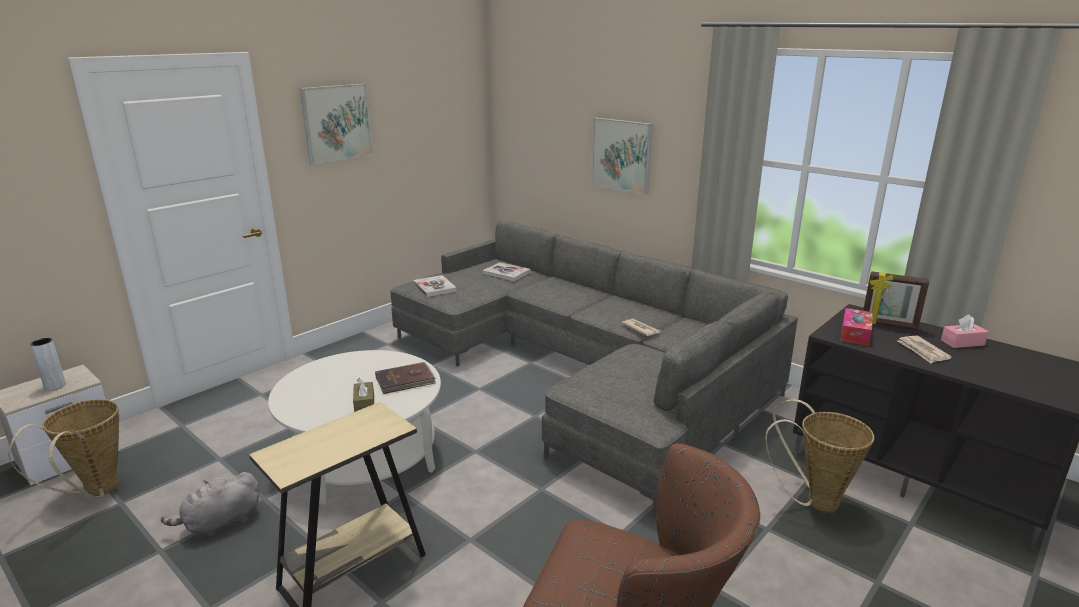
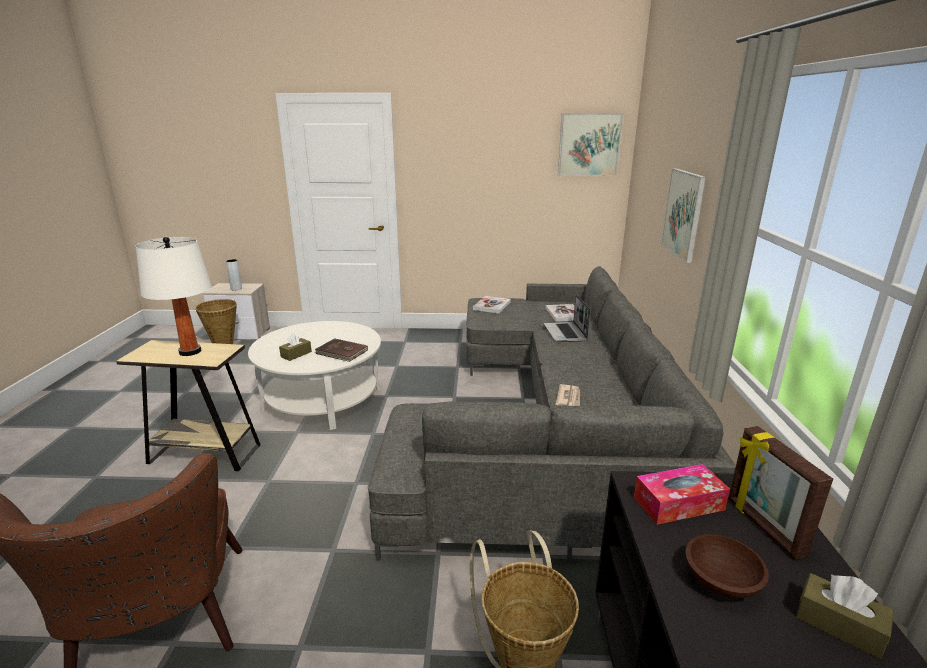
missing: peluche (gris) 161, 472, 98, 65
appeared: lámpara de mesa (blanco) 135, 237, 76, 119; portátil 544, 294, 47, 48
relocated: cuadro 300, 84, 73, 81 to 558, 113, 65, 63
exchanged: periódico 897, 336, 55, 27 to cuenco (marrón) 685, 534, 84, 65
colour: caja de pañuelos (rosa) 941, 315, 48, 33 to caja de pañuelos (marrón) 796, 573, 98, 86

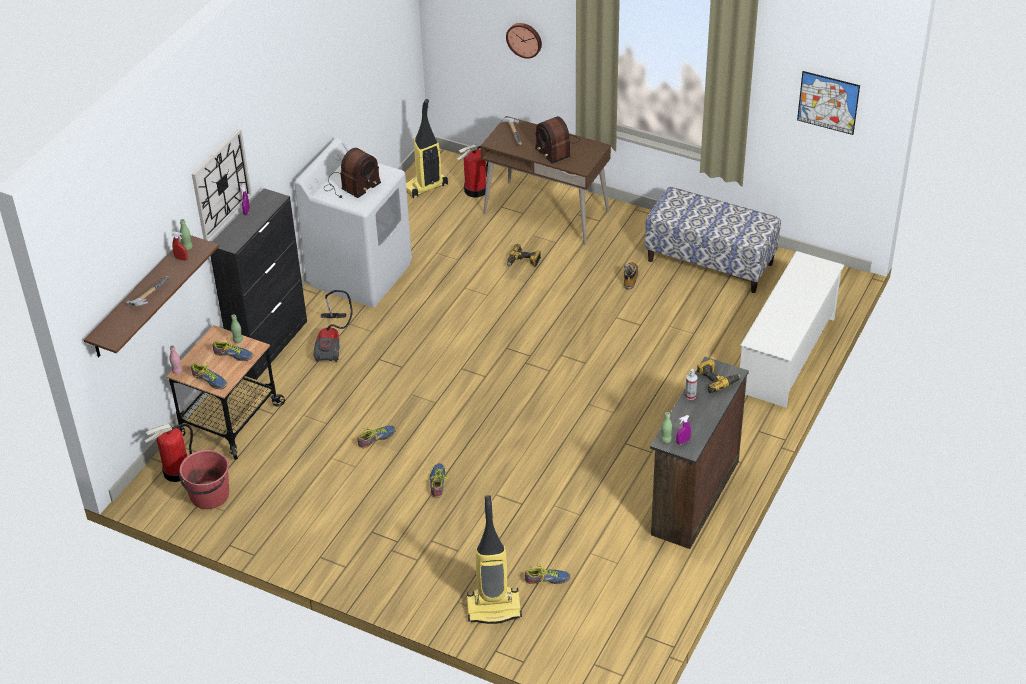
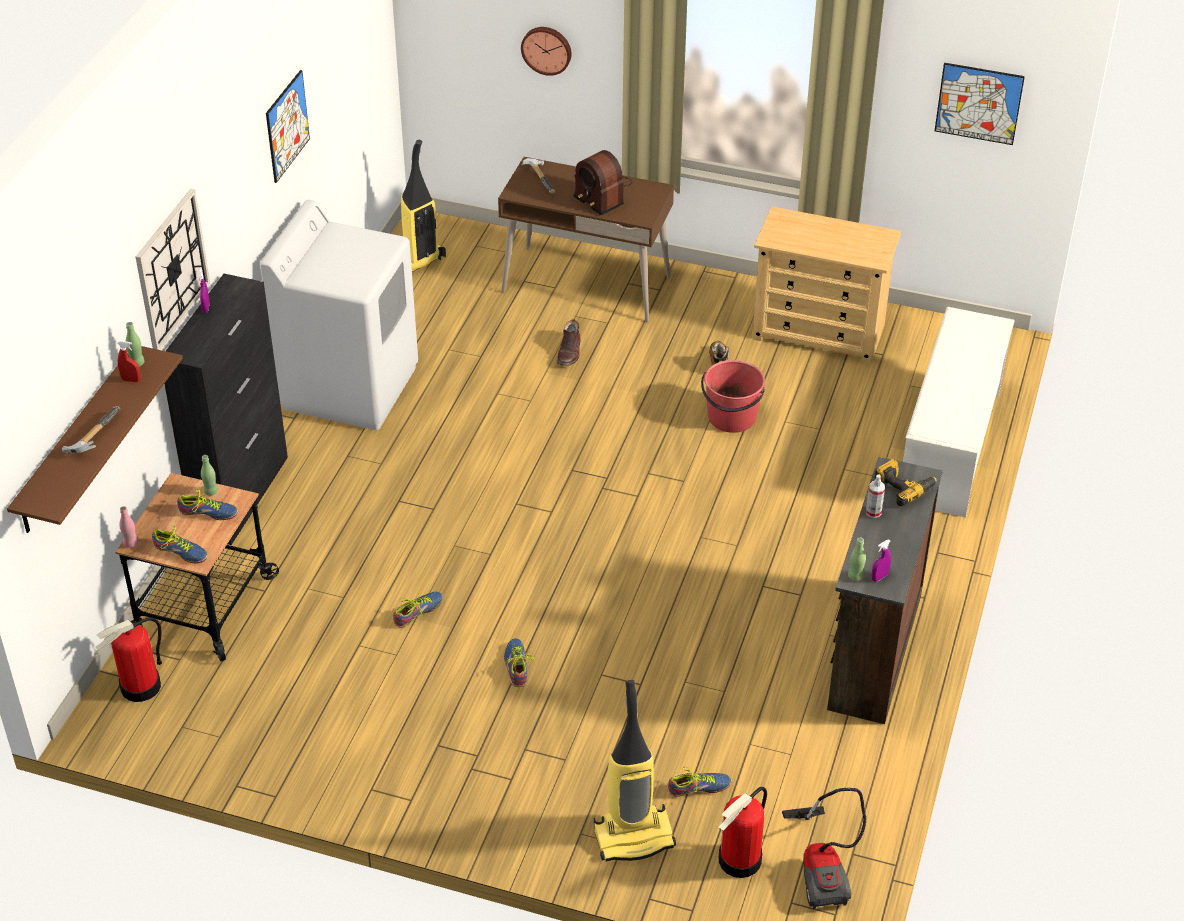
missing: radio 324, 148, 57, 50
appeared: cuadro 266, 70, 44, 113
relocated: cubo (rojo) 179, 450, 50, 59 to 701, 360, 64, 73; aspiradora 313, 290, 40, 72 to 782, 788, 84, 121; extintor 457, 144, 31, 53 to 719, 787, 48, 91
exchanged: taladro 507, 244, 34, 23 to bota (marrón) 557, 319, 24, 47; banco 645, 187, 136, 106 to cómoda (beis) 752, 206, 149, 158

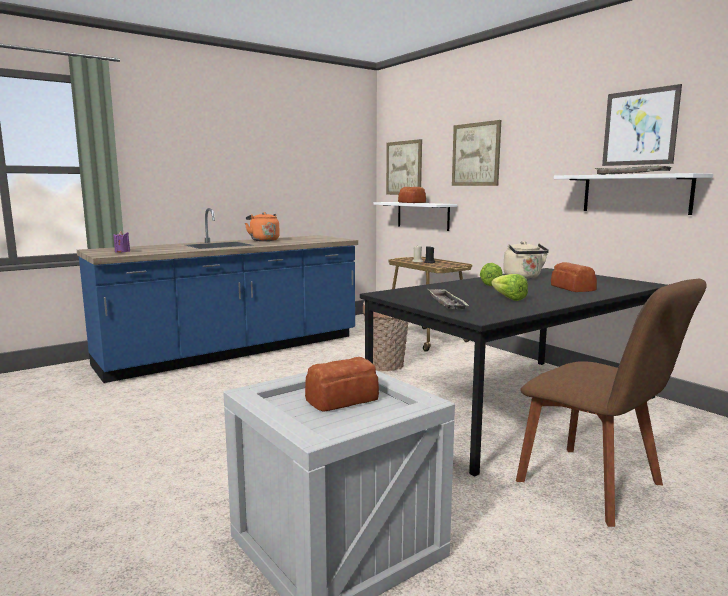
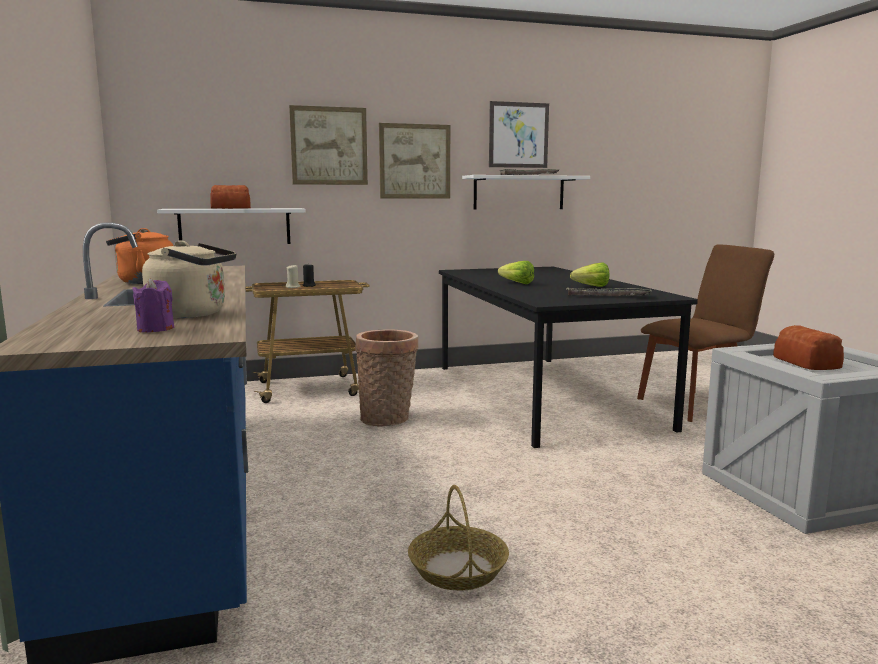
missing: pan 551, 262, 46, 30
appeared: cesta 408, 485, 101, 106
relocated: cuadro 386, 139, 36, 56 to 379, 123, 71, 76; hervidor (beis) 503, 241, 46, 38 to 142, 240, 94, 78

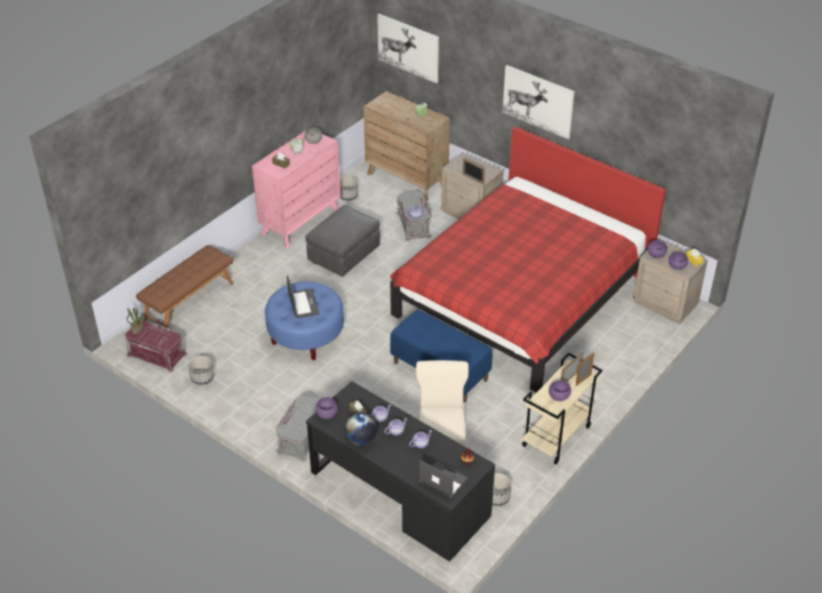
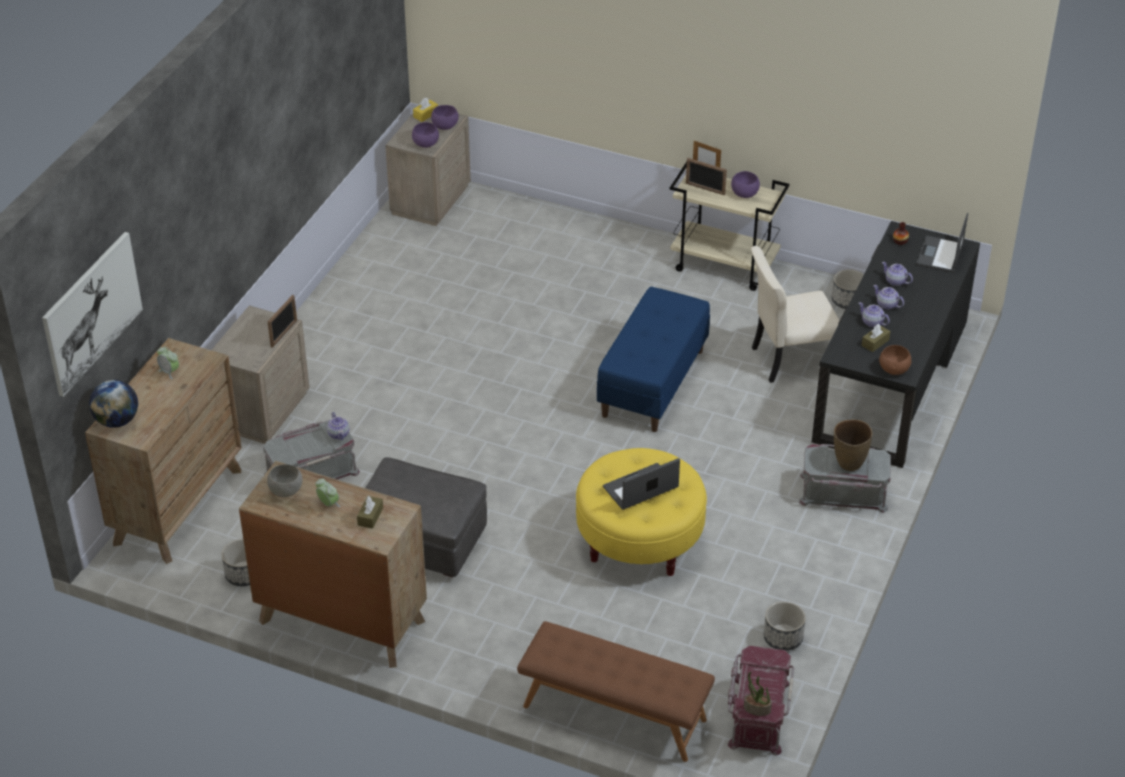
missing: cama (rojo) 390, 126, 276, 266; cuadro 503, 65, 72, 74
appeared: florero (marrón) 834, 419, 38, 52
relocated: globo terráqueo 344, 413, 33, 33 to 89, 380, 49, 48
colour: cómoda (rosa) 252, 130, 89, 119 to cómoda (marrón) 239, 461, 188, 207; puf (azul) 265, 282, 79, 78 to puf (amarillo) 576, 448, 131, 128; cuenco (morado) 316, 397, 22, 22 to cuenco (marrón) 879, 345, 32, 30

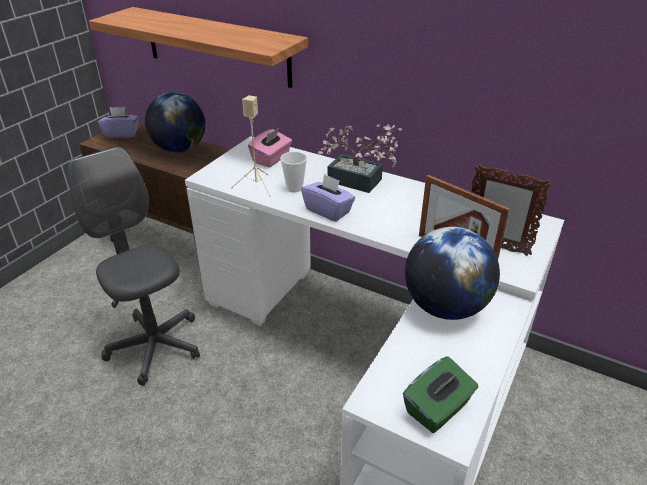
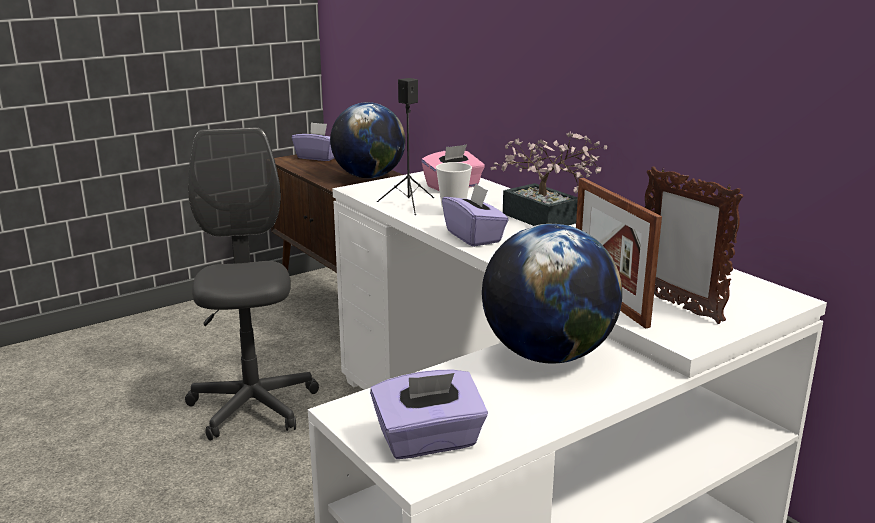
missing: estante 89, 7, 219, 81
colour: altavoz (beis) 231, 95, 40, 102 to altavoz (negro) 377, 78, 57, 137; caja de pañuelos (verde) 403, 356, 75, 77 to caja de pañuelos (morado) 370, 369, 118, 90

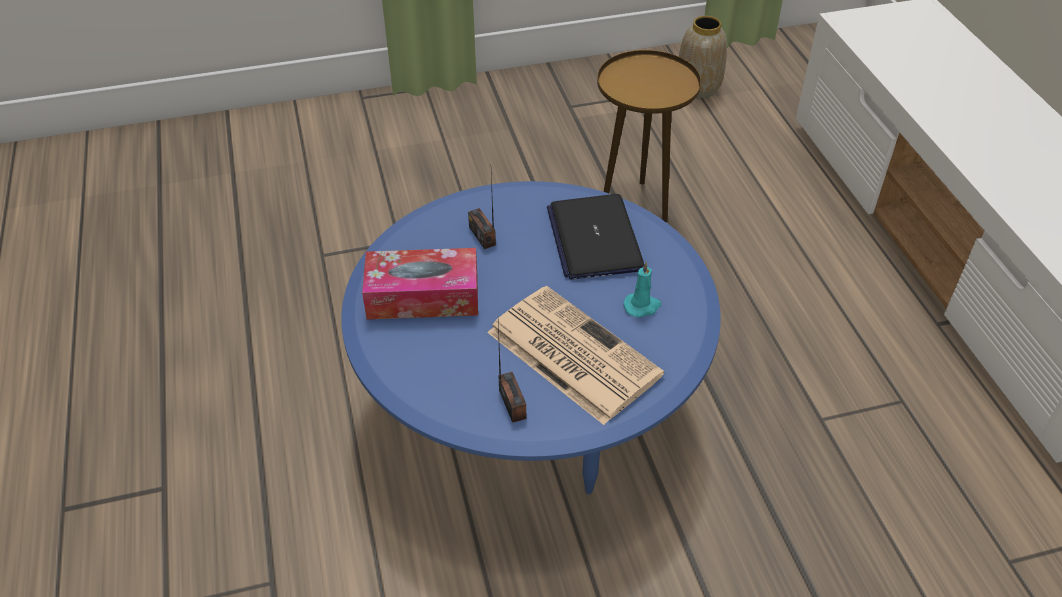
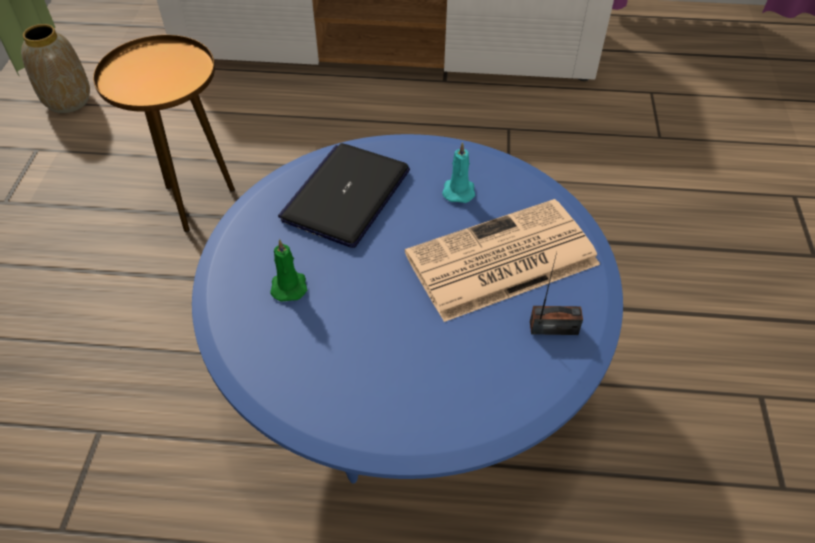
missing: caja de pañuelos 362, 248, 116, 72
exchanged: radio 468, 175, 28, 74 to vela (verde) 270, 239, 37, 63
spun: portátil 547, 194, 97, 86 = 278, 143, 132, 105 105 degrees clockwise

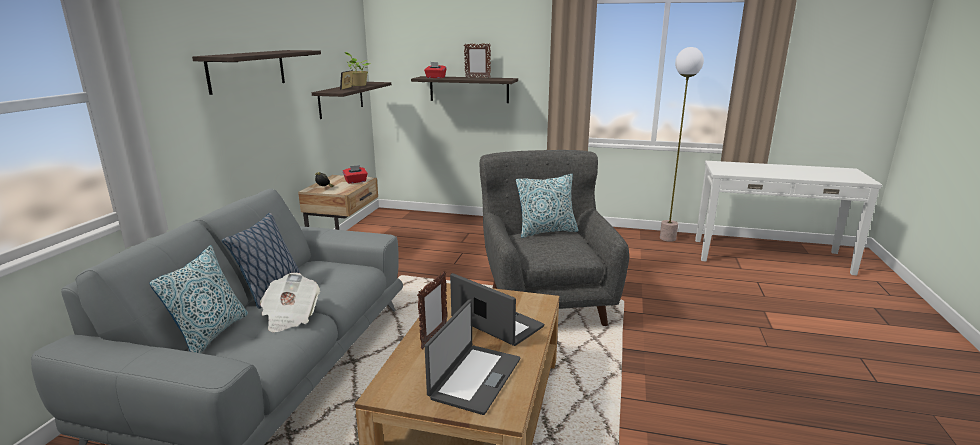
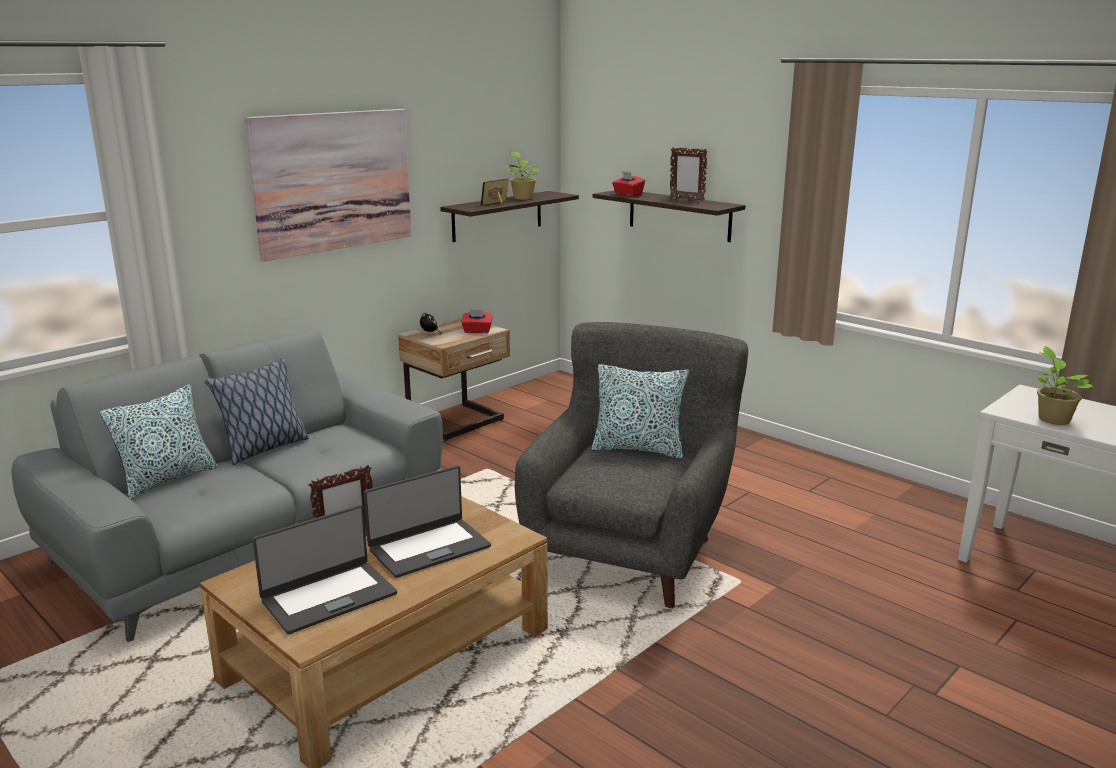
missing: periódico 260, 273, 60, 59; lámpara de pie 660, 47, 44, 195
appeared: planta en maceta 1036, 346, 57, 79
exchanged: estante 192, 50, 129, 45 to cuadro 245, 109, 167, 152
spun: portátil 450, 273, 94, 73 = 364, 466, 127, 112 75 degrees clockwise

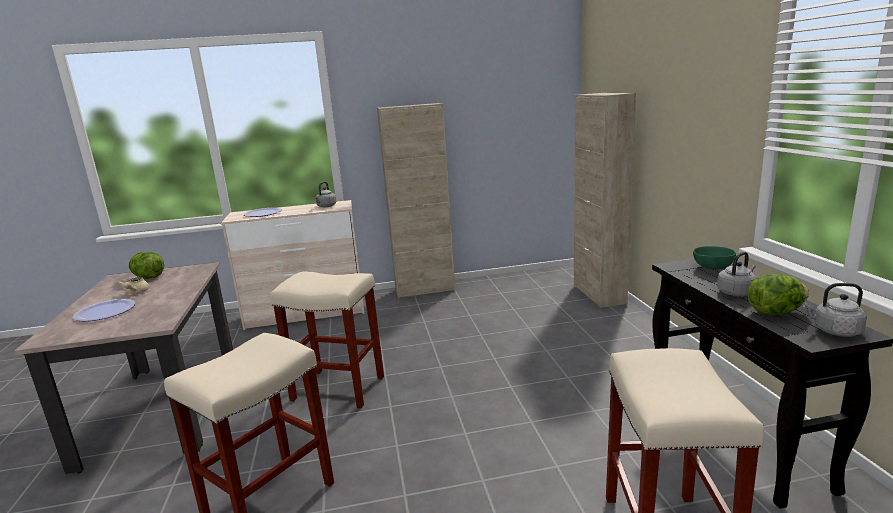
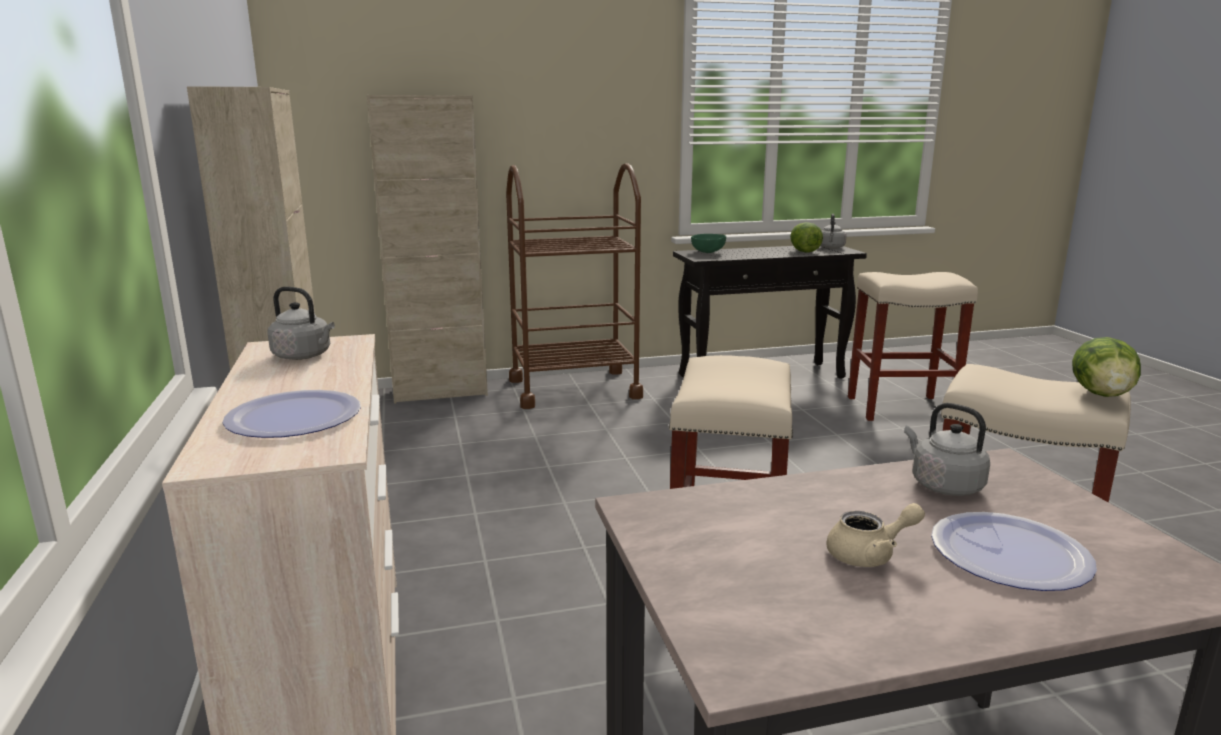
appeared: carrito (marrón) 506, 163, 137, 246
relocated: lechuga 128, 252, 36, 27 to 1072, 337, 69, 60; hervidor (gris) 717, 252, 40, 44 to 904, 403, 86, 93

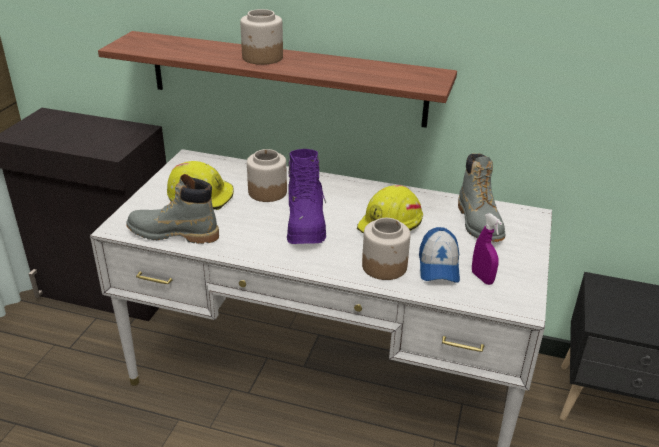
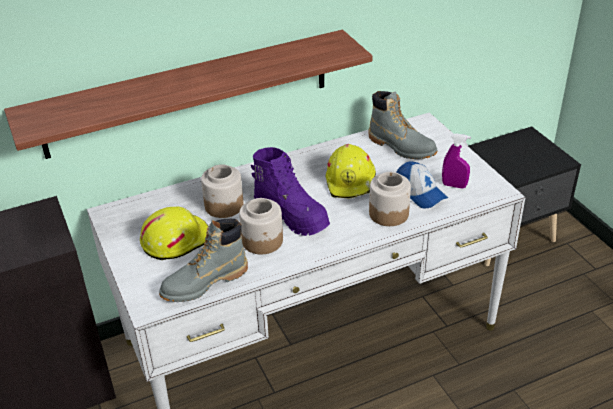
relocated: tarro 240, 9, 43, 56 to 239, 198, 44, 56

